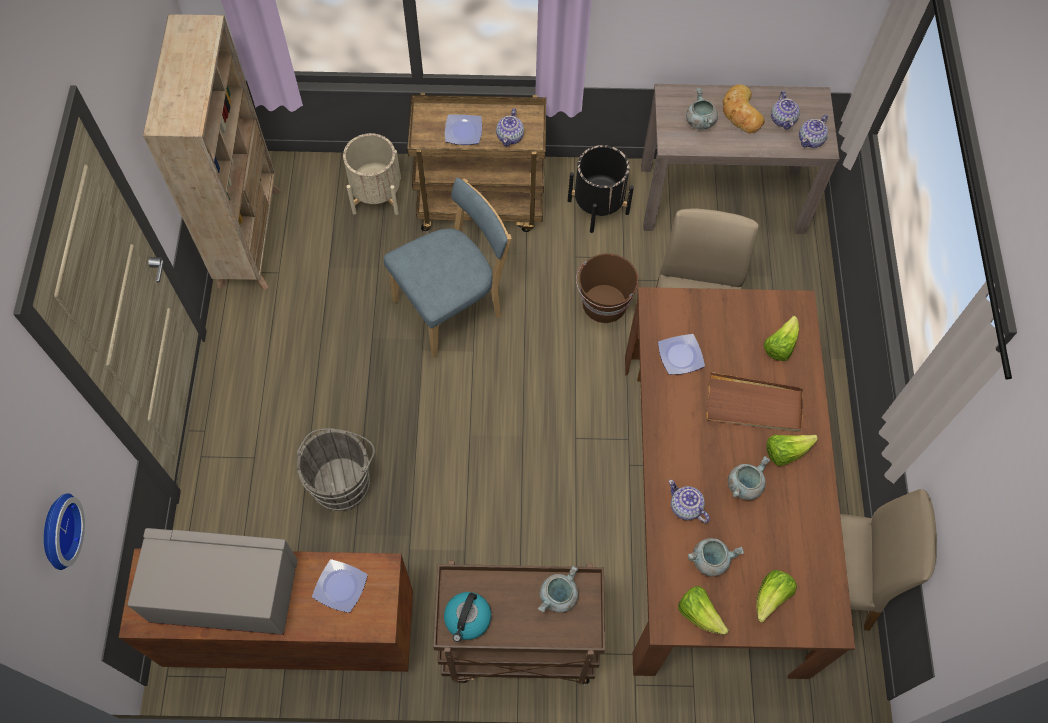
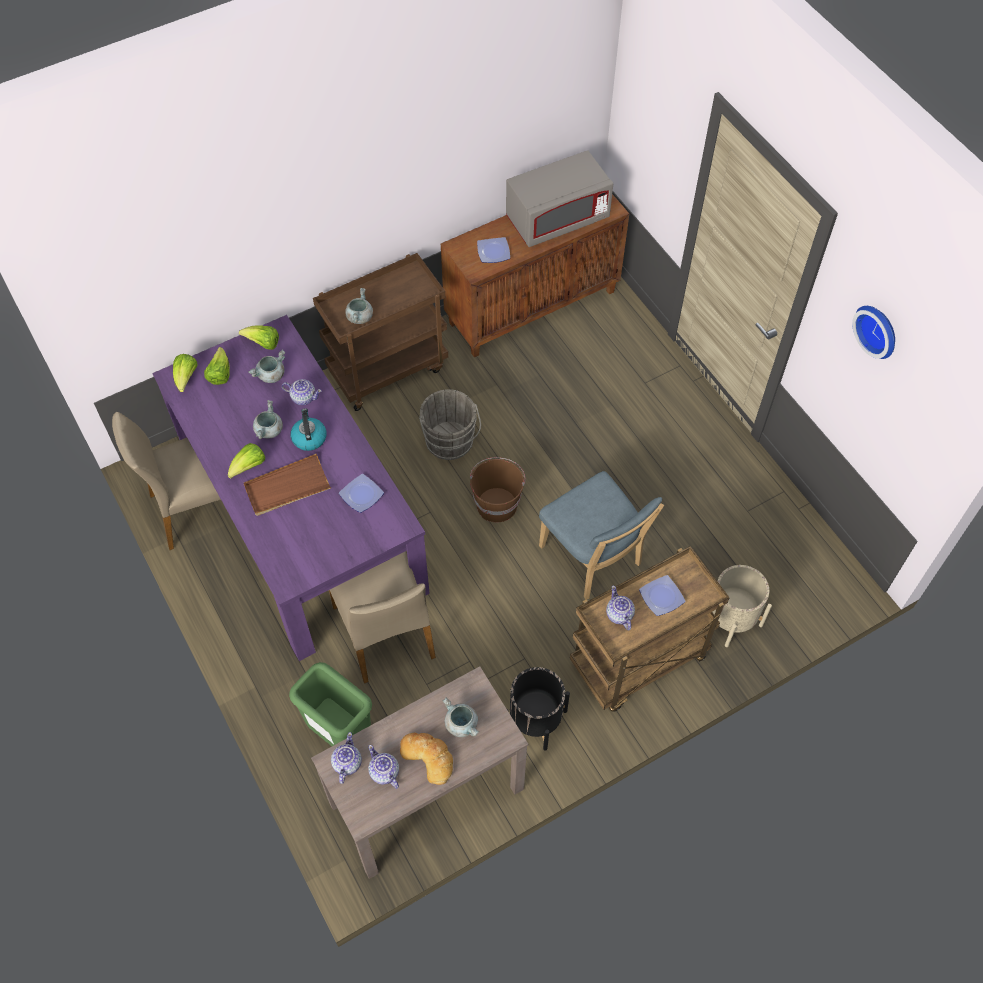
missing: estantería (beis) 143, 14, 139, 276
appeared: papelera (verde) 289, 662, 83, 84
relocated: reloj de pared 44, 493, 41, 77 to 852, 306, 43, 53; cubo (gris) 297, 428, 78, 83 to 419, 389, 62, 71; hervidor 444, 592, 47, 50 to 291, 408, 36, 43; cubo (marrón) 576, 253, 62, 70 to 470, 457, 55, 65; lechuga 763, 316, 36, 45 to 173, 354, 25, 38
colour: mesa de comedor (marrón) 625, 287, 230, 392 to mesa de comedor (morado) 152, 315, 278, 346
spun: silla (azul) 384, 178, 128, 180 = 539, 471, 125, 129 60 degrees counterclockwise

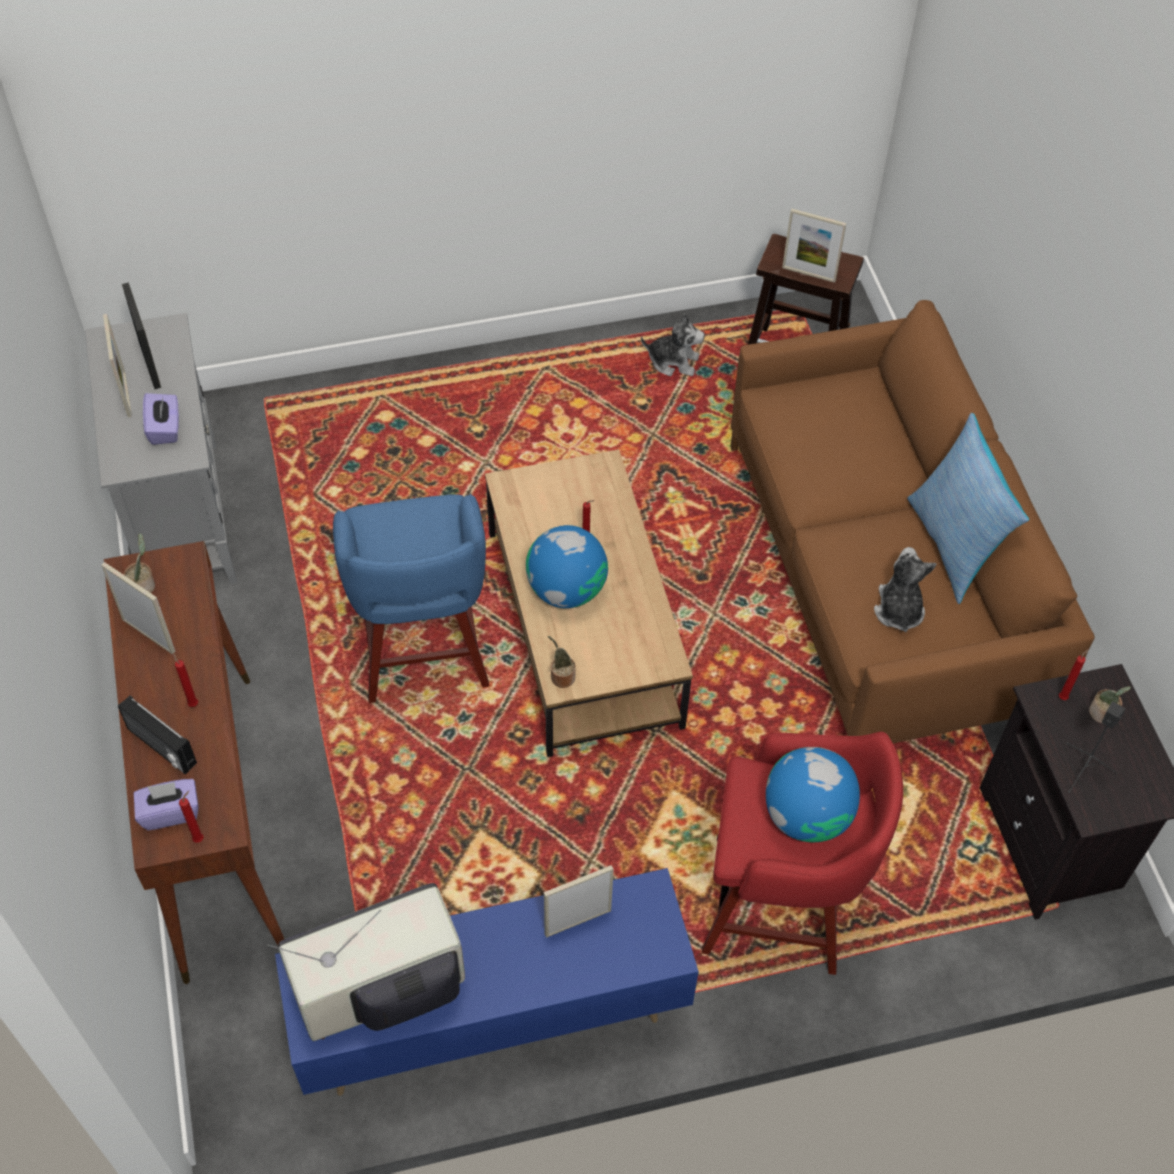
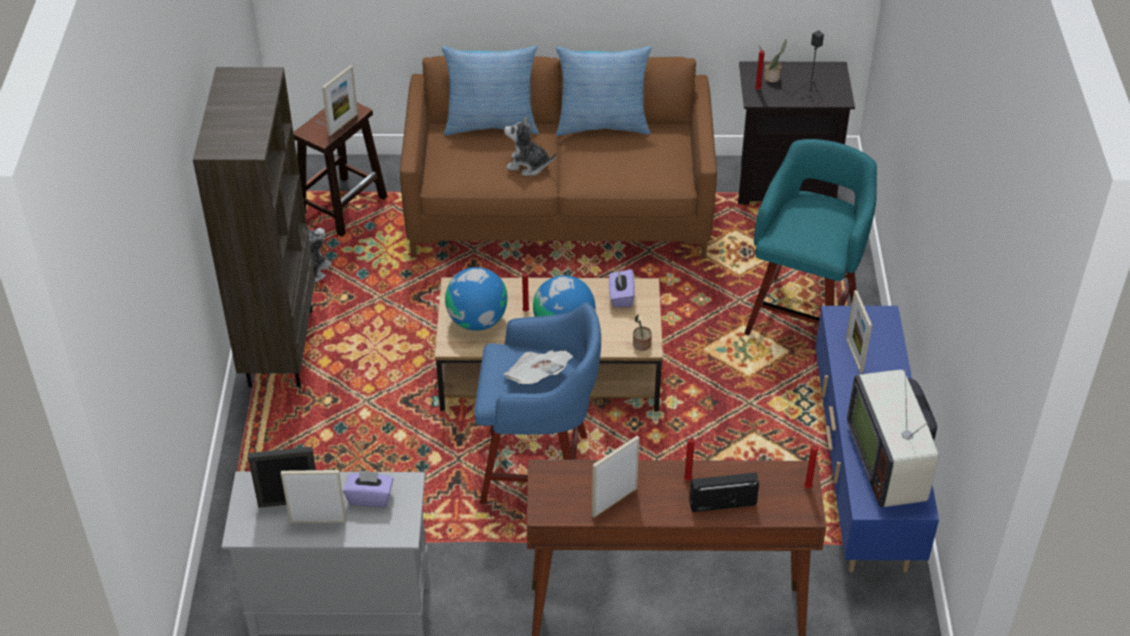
missing: planta en maceta 124, 533, 31, 60
appeared: estantería (marrón) 193, 67, 122, 321; cojín 442, 46, 97, 89; periódico 503, 350, 70, 34
relocated: caja de pañuelos (morado) 134, 779, 65, 51 to 609, 269, 26, 38; globo terráqueo 766, 747, 94, 95 to 445, 267, 63, 64; peluche 874, 547, 63, 85 to 504, 116, 52, 60
colour: taburete (rojo) 702, 732, 201, 243 to taburete (turquesa) 744, 139, 133, 196
spun: radio 118, 695, 79, 80 = 689, 472, 70, 40 150 degrees counterclockwise

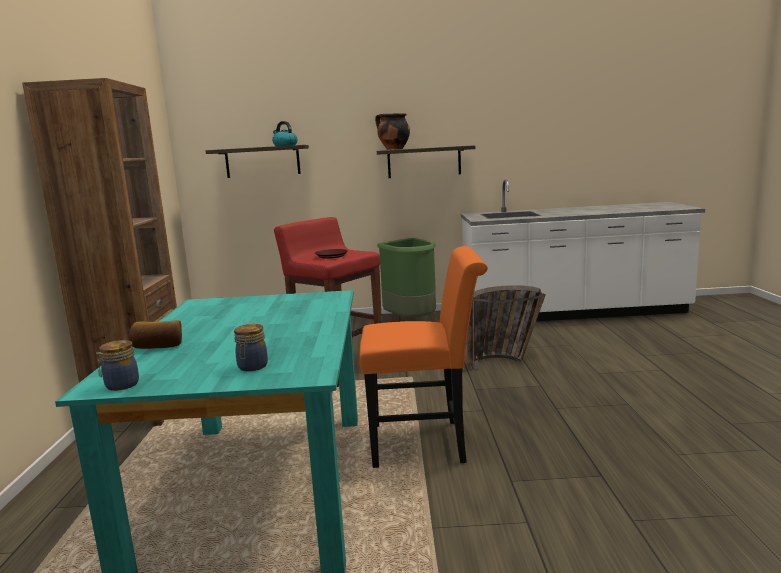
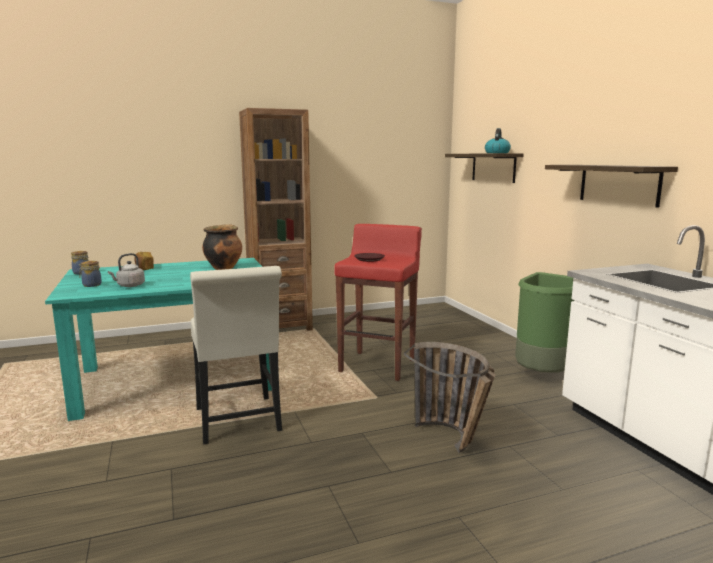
appeared: hervidor (gris) 108, 253, 37, 34
relocated: olla 375, 113, 35, 37 to 202, 224, 40, 46
colour: silla (naranja) 359, 246, 129, 222 to silla (blanco) 190, 266, 92, 178

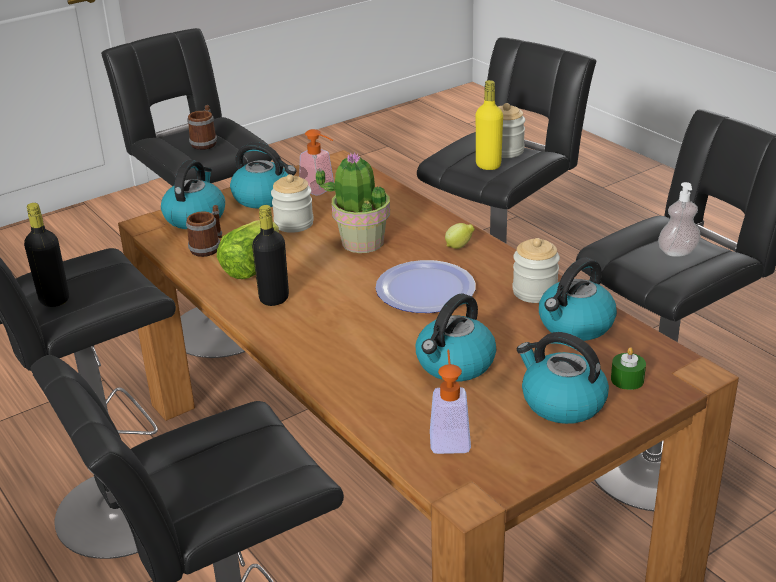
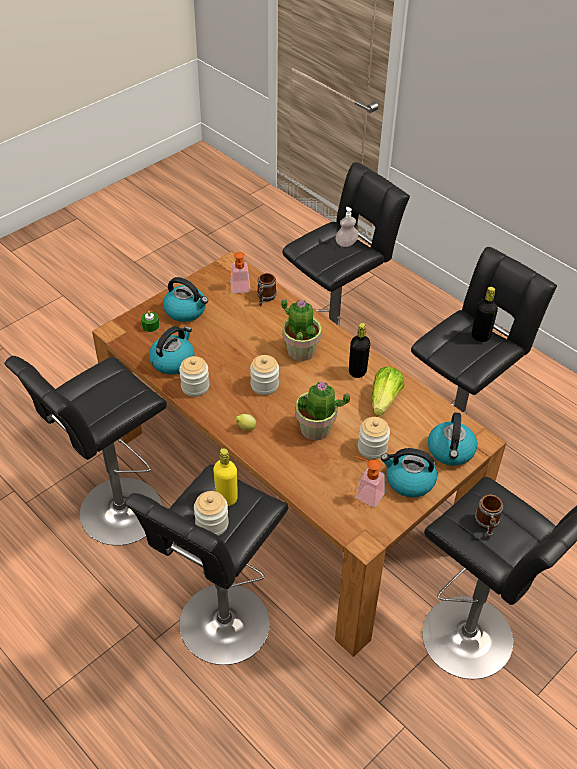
missing: hervidor 416, 294, 80, 88
appeared: planta en maceta 281, 298, 41, 63
relocated: taza grande 186, 205, 36, 52 to 257, 273, 20, 34; dispensador de jabón 658, 182, 43, 75 to 335, 207, 24, 40
exchanged: plato 375, 260, 101, 53 to tarro 250, 355, 29, 40

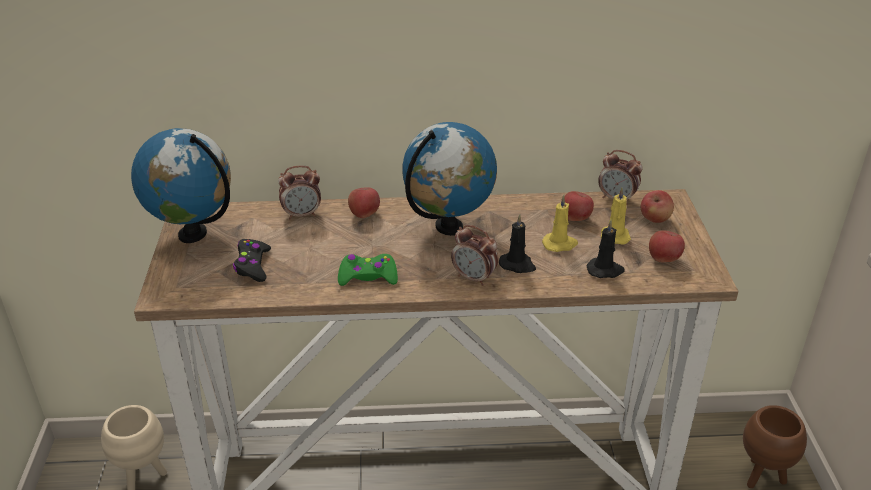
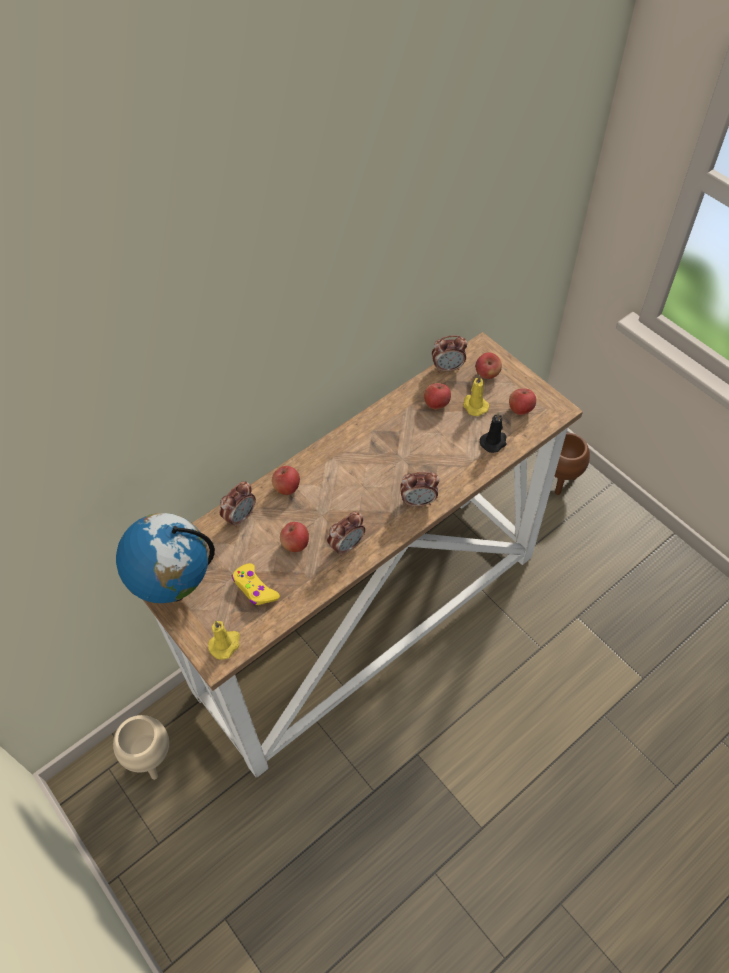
missing: globo terráqueo 402, 122, 95, 114; vela (negro) 499, 214, 37, 59
appeared: manzana 280, 522, 29, 30
relocated: vela (amarillo) 542, 195, 36, 57 to 208, 621, 32, 39
exchanged: mando de consola (verde) 338, 254, 60, 32 to despertador 327, 512, 38, 44
colour: mando de consola (negro) 233, 239, 38, 43 to mando de consola (amarillo) 232, 563, 48, 42

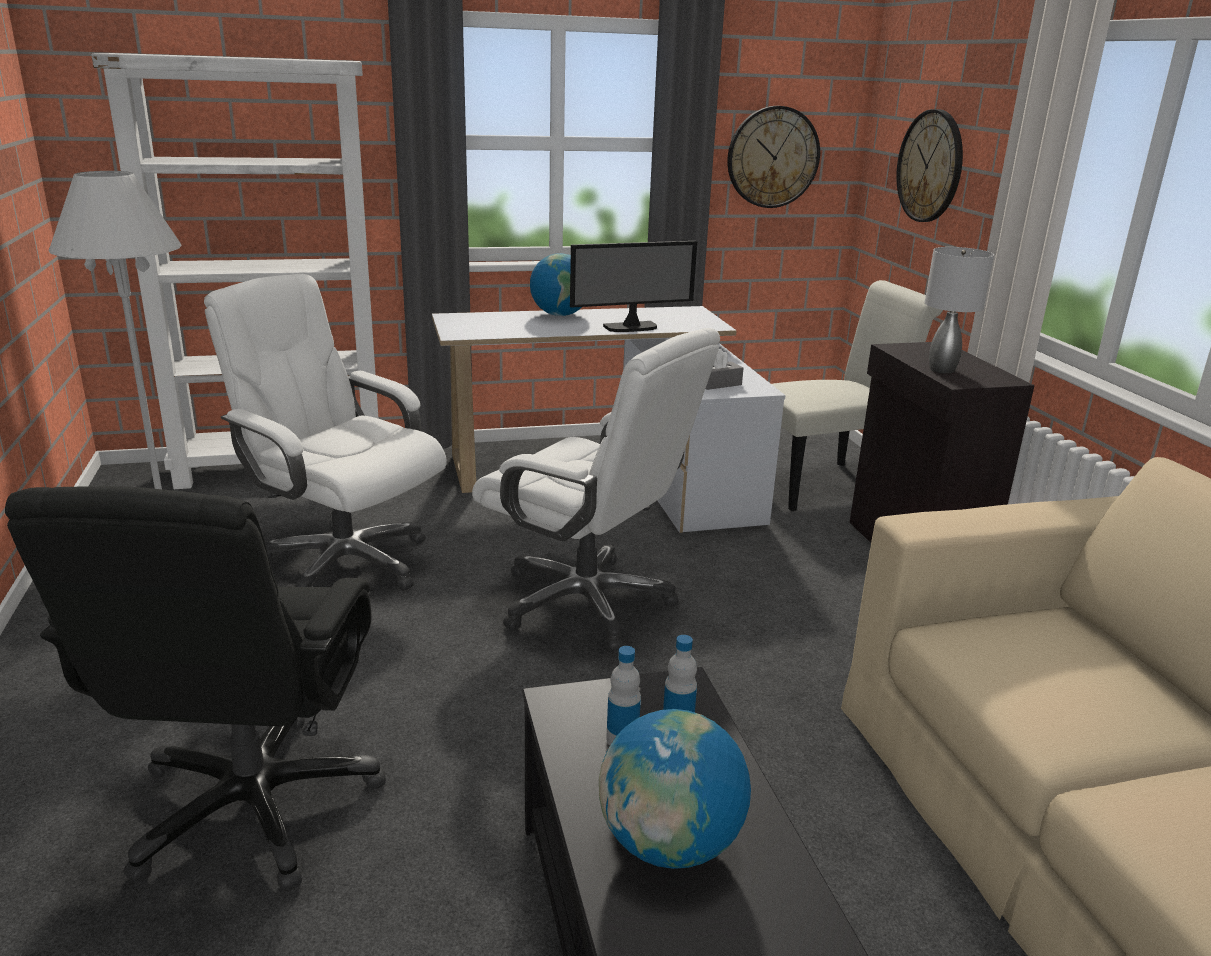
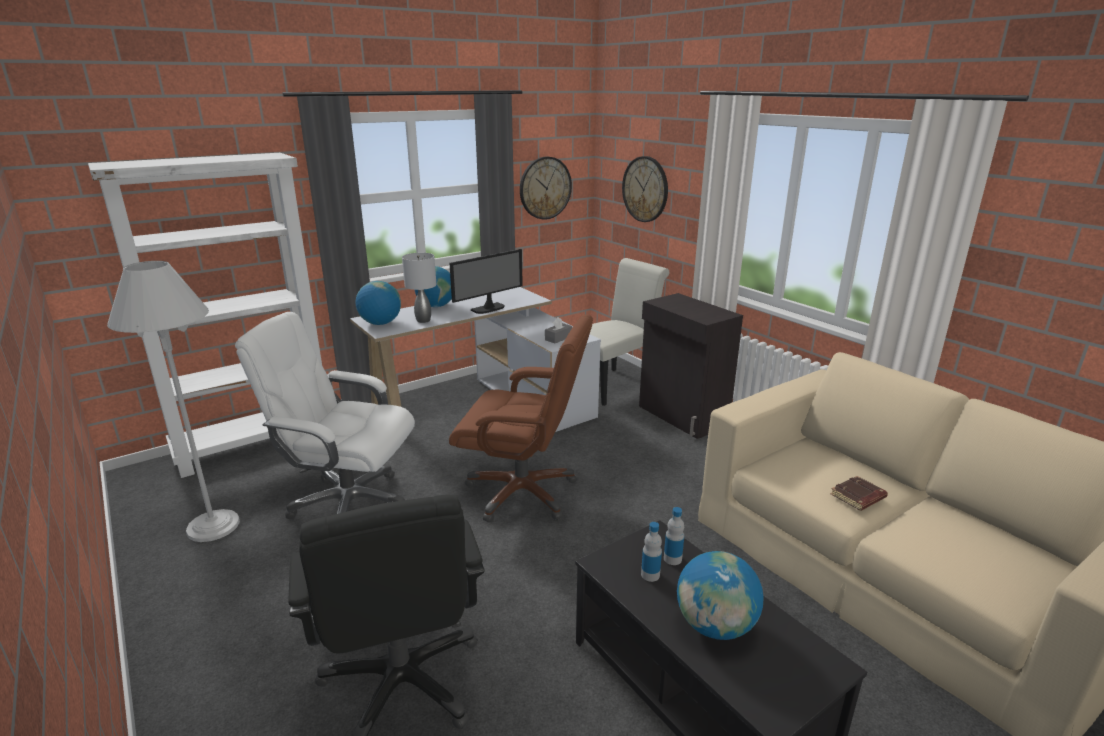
appeared: globo terráqueo 356, 281, 45, 44; libro (marrón) 830, 476, 58, 35
relocated: lámpara de mesa (gris) 925, 247, 69, 127 to 402, 253, 35, 70
colour: silla de oficina (blanco) 472, 328, 248, 323 to silla de oficina (marrón) 449, 314, 144, 208

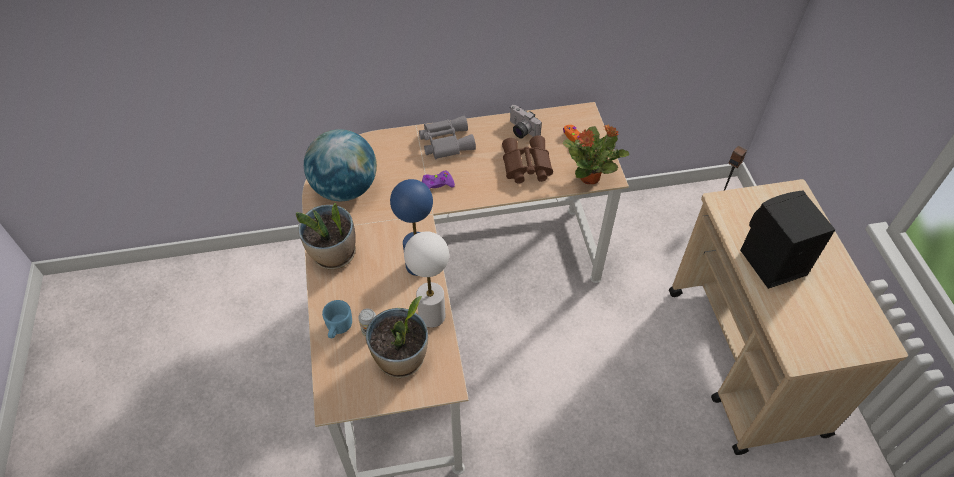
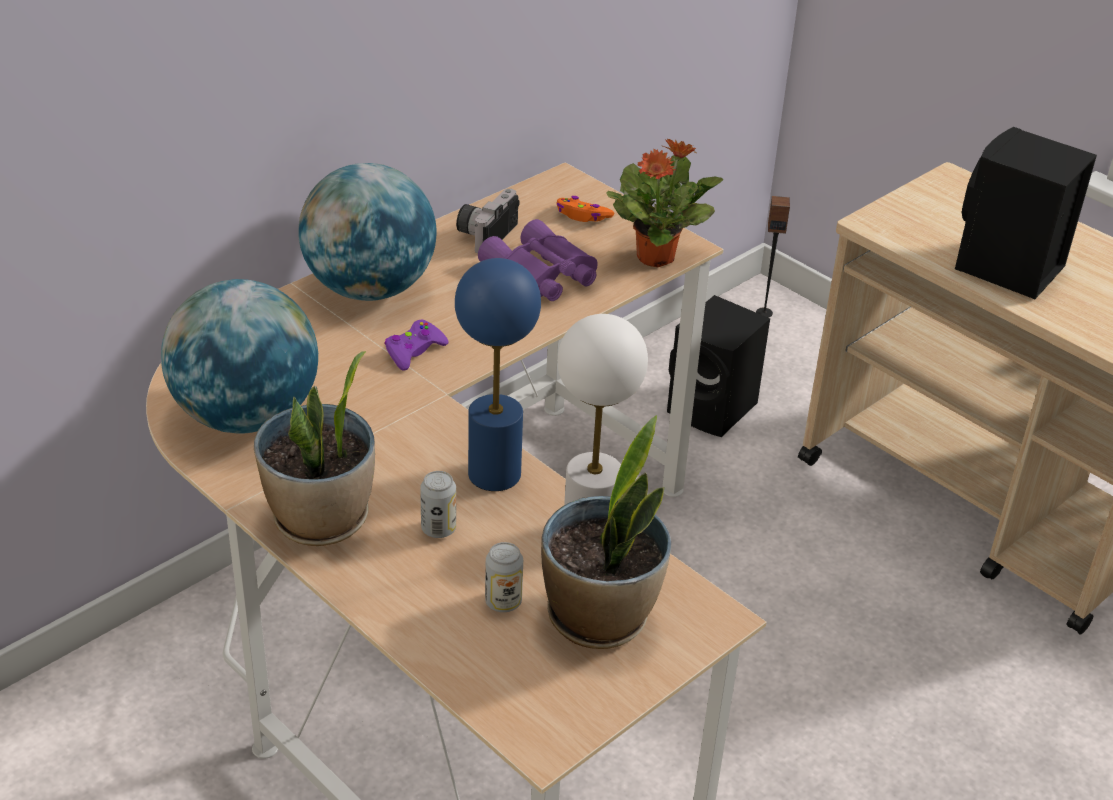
missing: taza grande (azul) 322, 300, 30, 38
appeared: lata 420, 471, 36, 67; altavoz (negro) 667, 295, 103, 142
exchanged: prismáticos (gris) 419, 115, 57, 45 to globo terráqueo 298, 163, 139, 138
colour: prismáticos (marrón) 502, 135, 51, 49 to prismáticos (morado) 478, 219, 119, 82
spun: cámara 510, 105, 32, 33 = 456, 189, 64, 65 105 degrees clockwise

